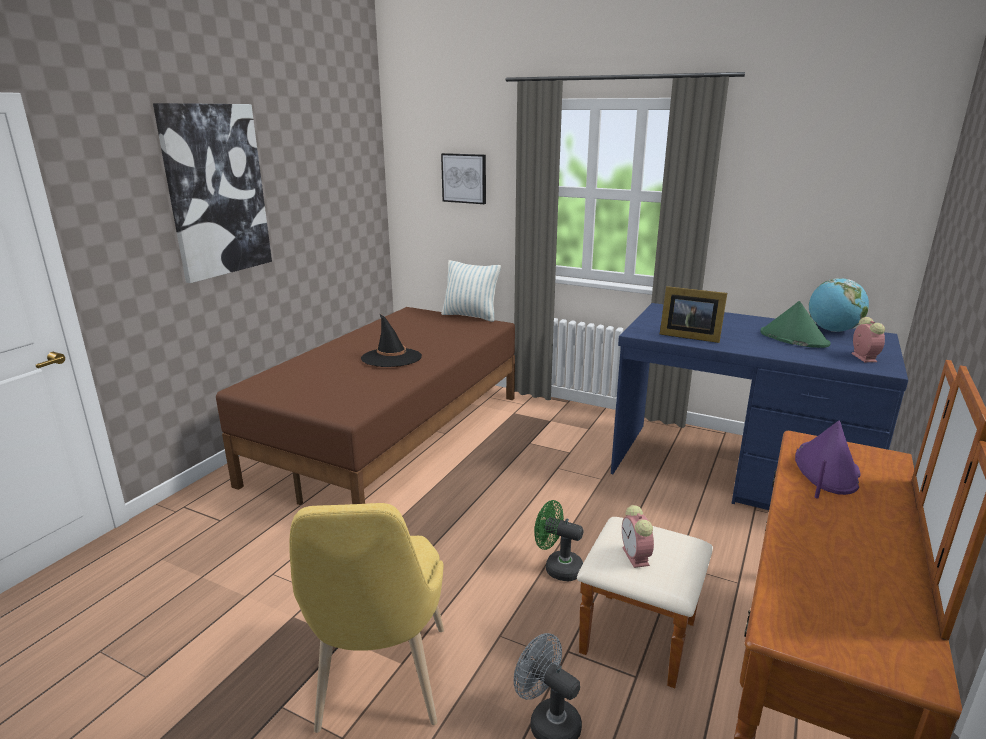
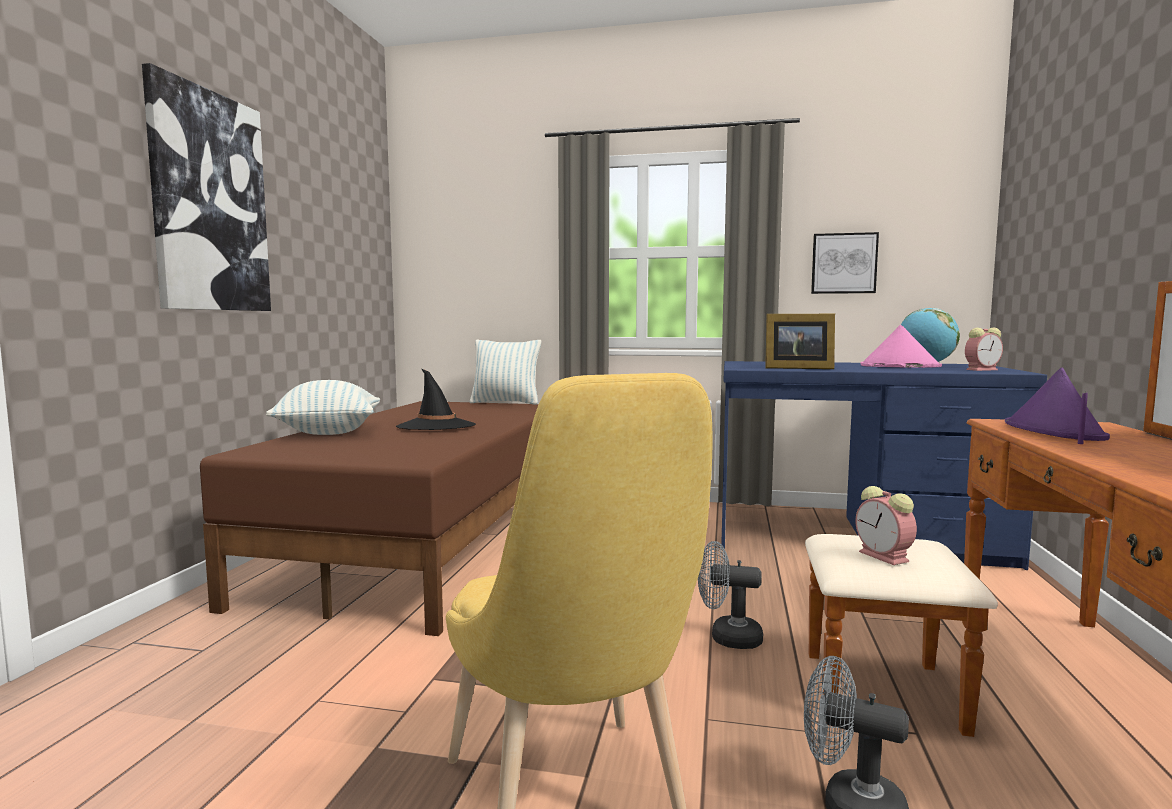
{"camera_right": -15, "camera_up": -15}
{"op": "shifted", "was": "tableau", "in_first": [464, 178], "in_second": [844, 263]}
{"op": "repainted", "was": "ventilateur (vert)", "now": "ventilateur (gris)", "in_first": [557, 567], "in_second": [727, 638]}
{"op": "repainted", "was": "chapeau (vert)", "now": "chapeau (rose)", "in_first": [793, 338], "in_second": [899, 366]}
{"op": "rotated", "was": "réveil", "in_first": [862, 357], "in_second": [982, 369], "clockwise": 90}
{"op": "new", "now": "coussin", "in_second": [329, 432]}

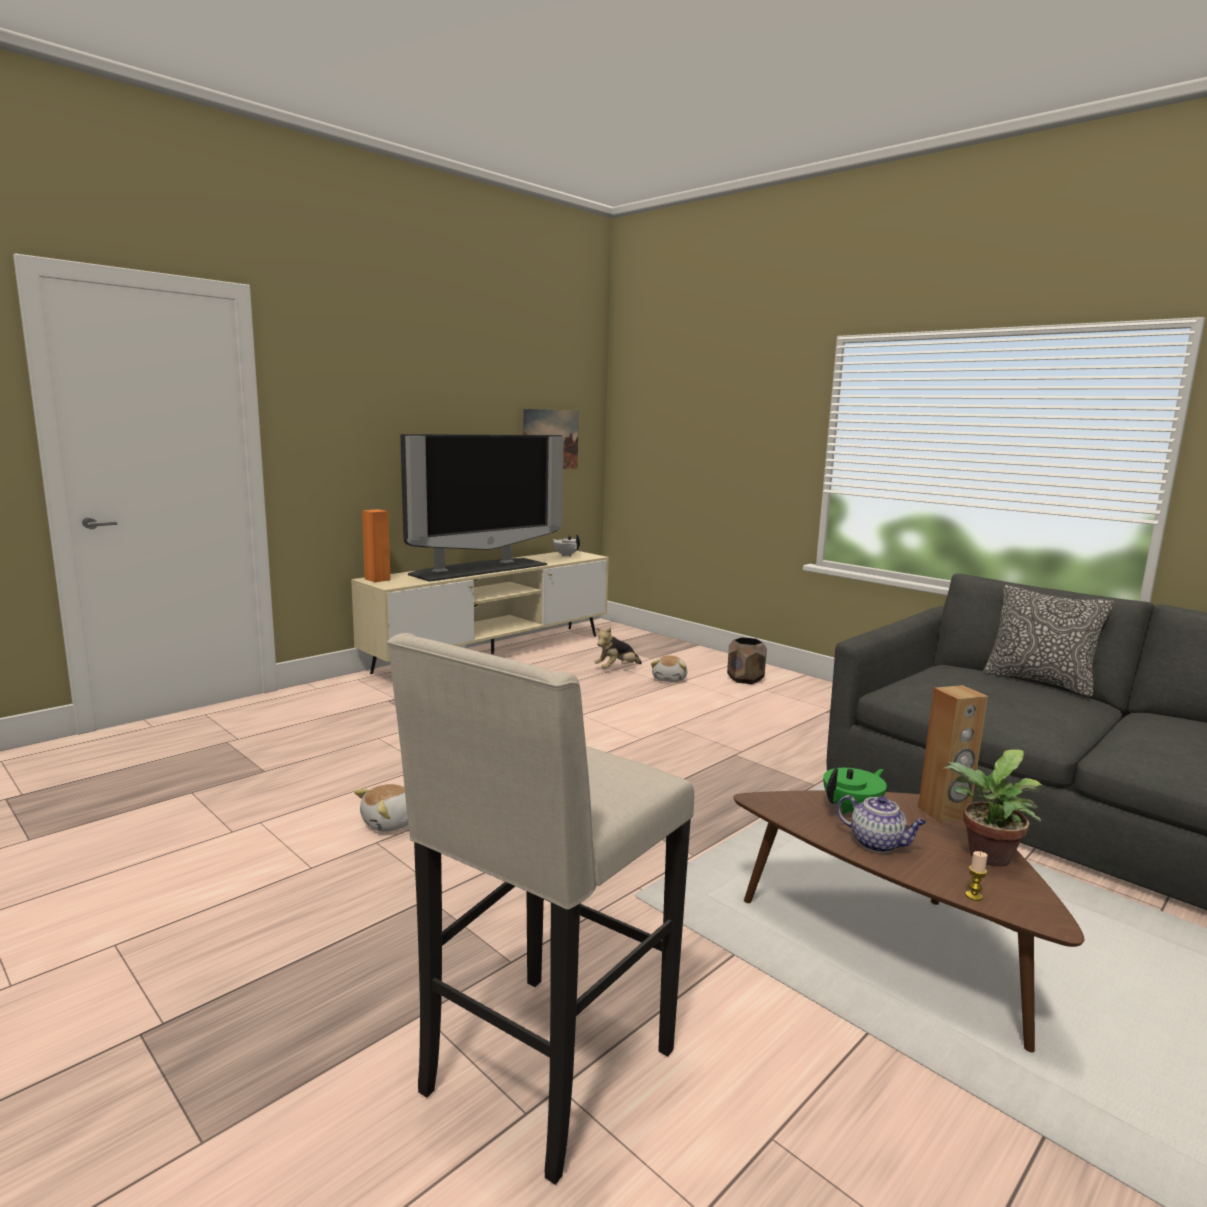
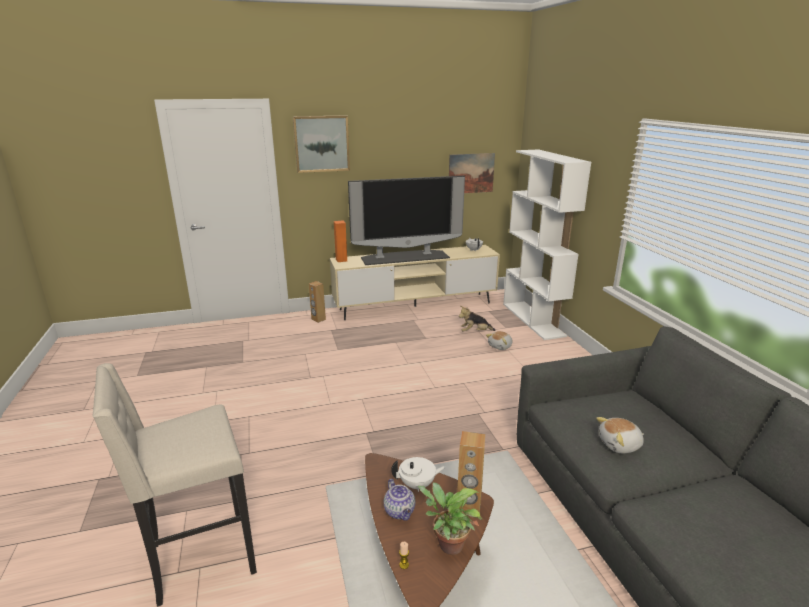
{"camera_right": 30, "camera_up": 10}
{"op": "shifted", "was": "peluche", "in_first": [392, 823], "in_second": [620, 445]}
{"op": "gone", "was": "cache-pot (marron)", "in_first": [745, 679]}
{"op": "repainted", "was": "théière (vert)", "now": "théière (blanc)", "in_first": [852, 809], "in_second": [417, 484]}
{"op": "gone", "was": "coussin", "in_first": [1038, 681]}
{"op": "new", "now": "tableau", "in_second": [321, 144]}
{"op": "new", "now": "enceinte (marron)", "in_second": [318, 319]}
{"op": "new", "now": "bibliothèque (blanc)", "in_second": [533, 319]}

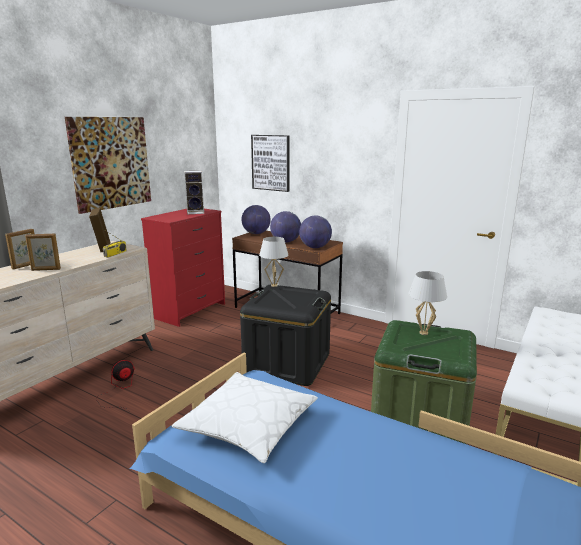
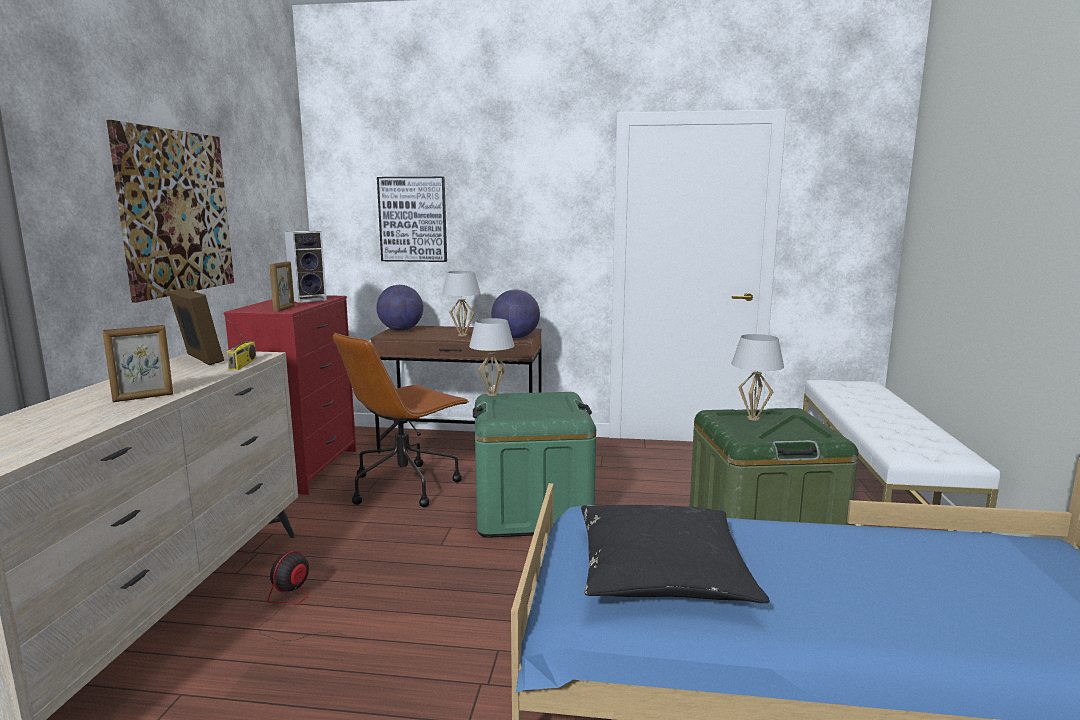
{"camera_right": -25, "camera_up": -5}
{"op": "shifted", "was": "cadre photo", "in_first": [26, 266], "in_second": [284, 309]}
{"op": "repainted", "was": "coussin (blanc)", "now": "coussin (noir)", "in_first": [249, 425], "in_second": [662, 571]}
{"op": "repainted", "was": "boîte de rangement (noir)", "now": "boîte de rangement (vert)", "in_first": [287, 363], "in_second": [532, 511]}
{"op": "swapped", "was": "globe", "now": "lampe de table (blanc)", "in_first": [285, 242], "in_second": [462, 335]}
{"op": "new", "now": "chaise de bureau (marron)", "in_second": [405, 485]}

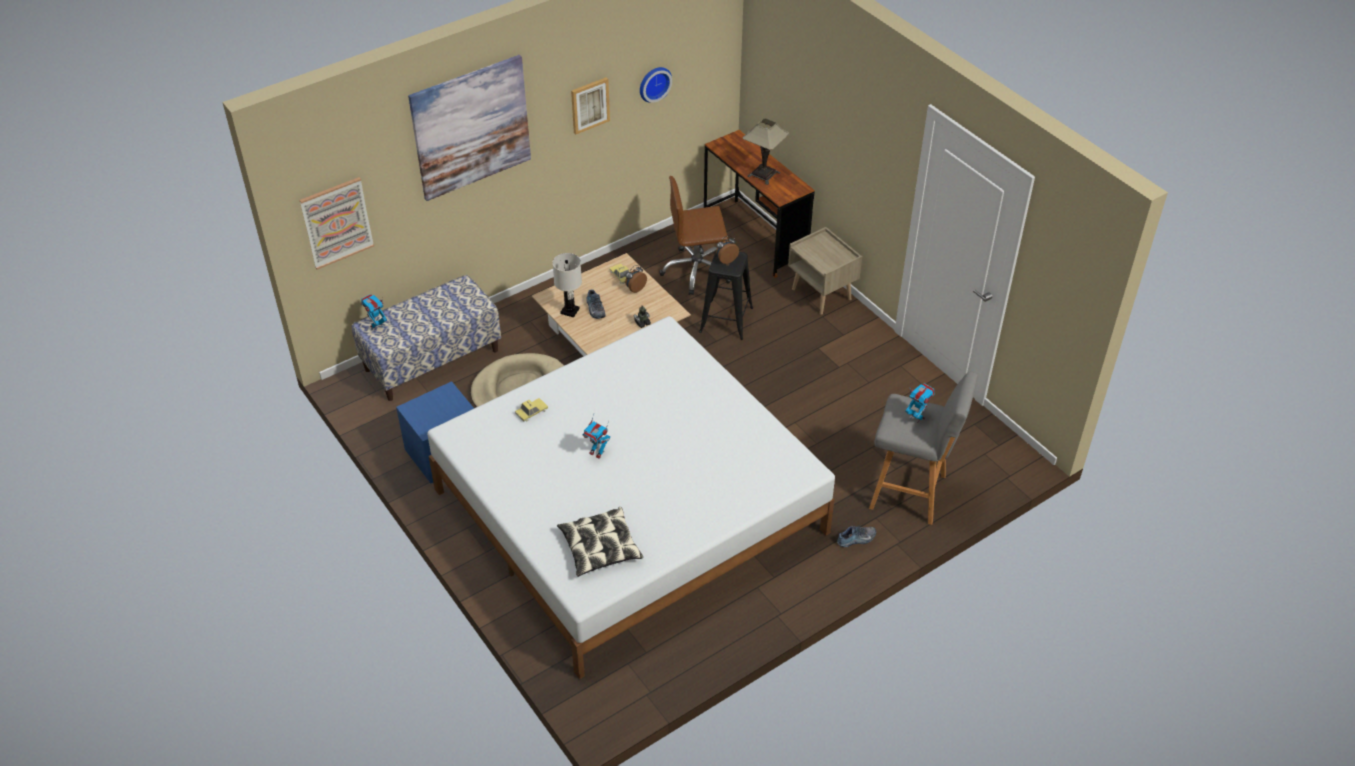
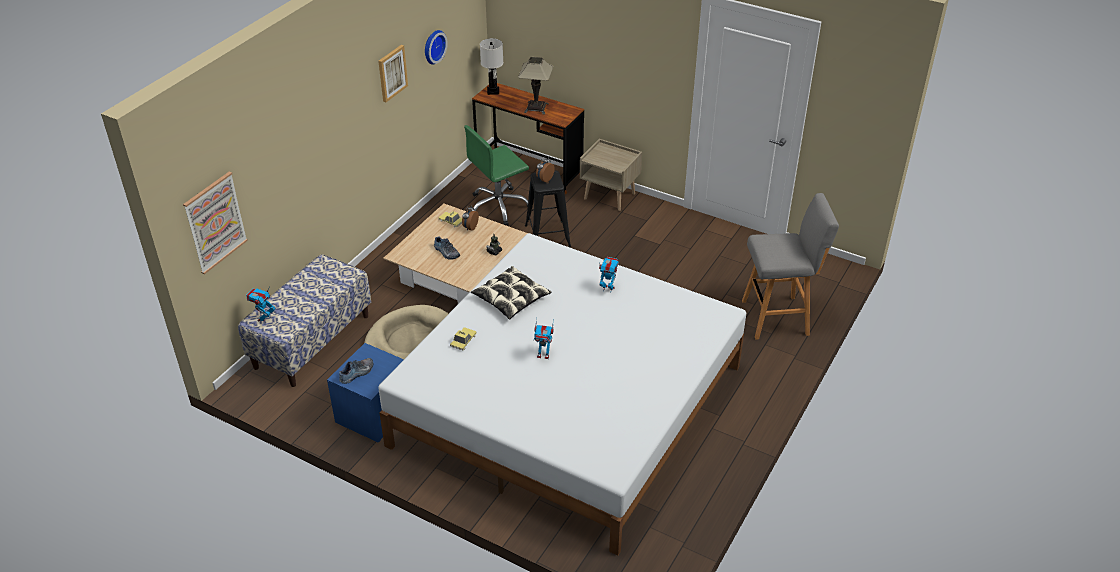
{"camera_right": -25, "camera_up": -5}
{"op": "gone", "was": "tableau", "in_first": [471, 127]}
{"op": "shifted", "was": "lampe de table (blanc)", "in_first": [569, 311], "in_second": [493, 91]}
{"op": "shifted", "was": "coussin", "in_first": [600, 548], "in_second": [511, 299]}
{"op": "repainted", "was": "chaise de bureau (marron)", "now": "chaise de bureau (vert)", "in_first": [696, 271], "in_second": [498, 207]}
{"op": "shifted", "was": "chaussure", "in_first": [856, 539], "in_second": [357, 373]}
{"op": "shifted", "was": "robot jouet", "in_first": [917, 417], "in_second": [608, 289]}

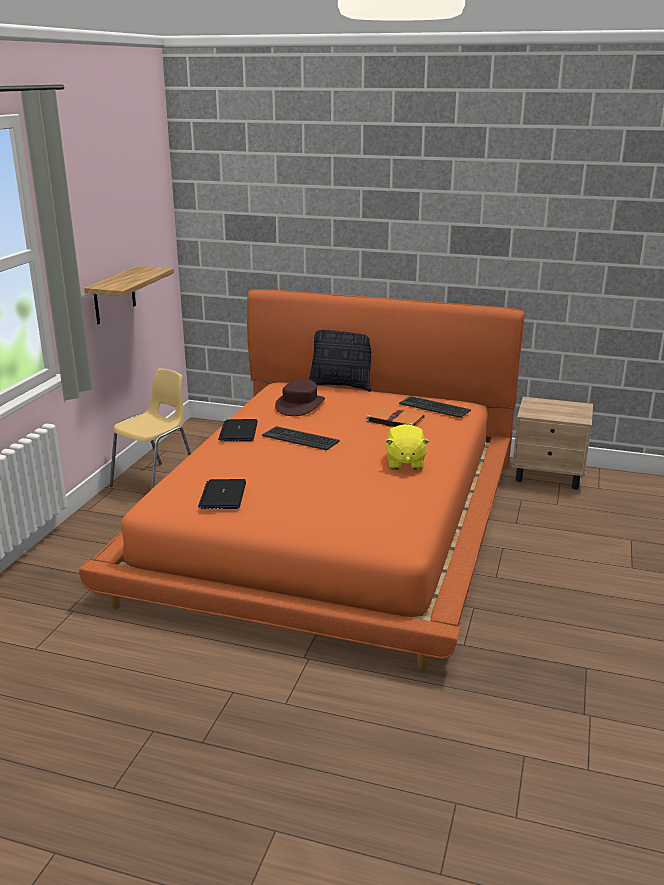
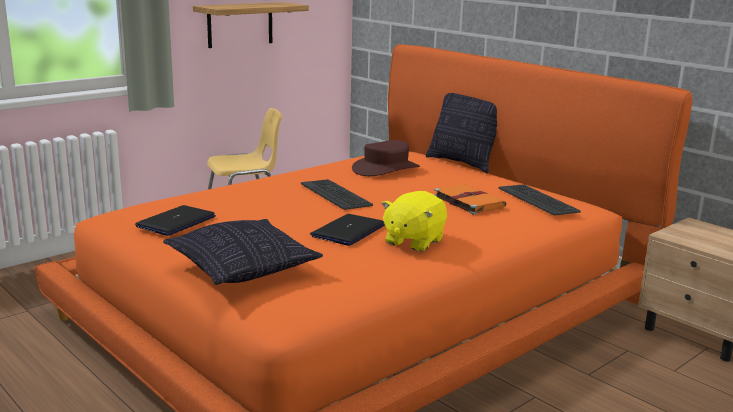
{"camera_right": 30, "camera_up": -5}
{"op": "shifted", "was": "ordinateur portable", "in_first": [238, 431], "in_second": [348, 231]}
{"op": "new", "now": "coussin", "in_second": [243, 269]}

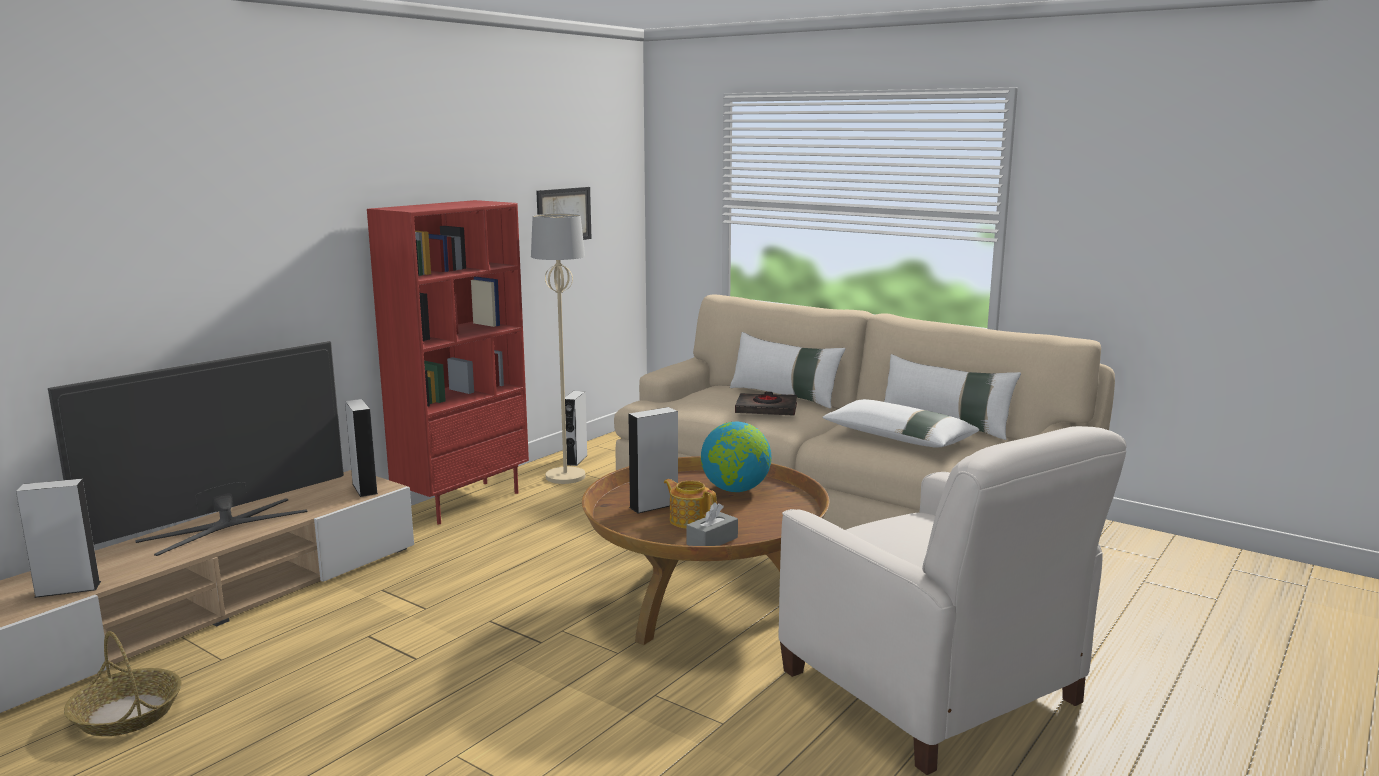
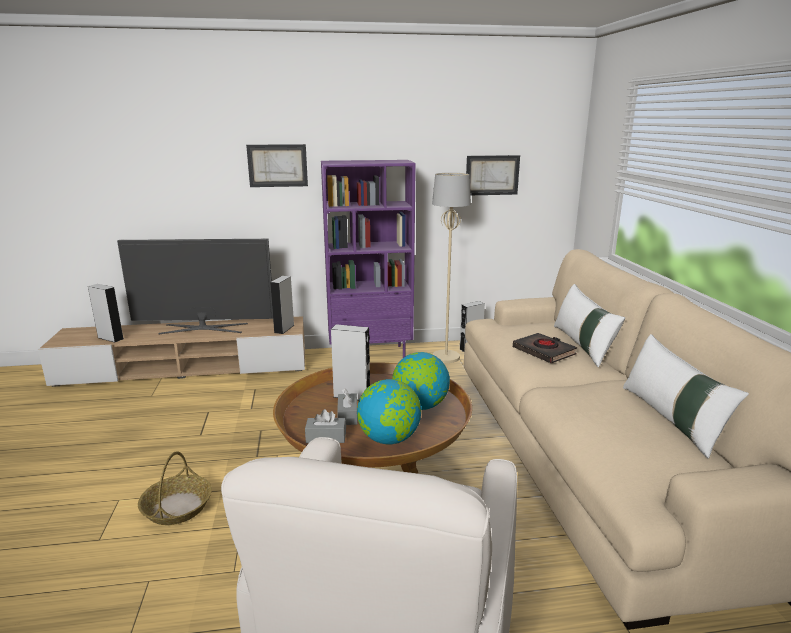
{"camera_right": 45, "camera_up": 5}
{"op": "shifted", "was": "panier", "in_first": [126, 714], "in_second": [177, 507]}
{"op": "repainted", "was": "bibliothèque (rouge)", "now": "bibliothèque (violet)", "in_first": [463, 501], "in_second": [370, 353]}
{"op": "swapped", "was": "théière", "now": "boîte à mouchoirs (gris)", "in_first": [689, 520], "in_second": [347, 415]}
{"op": "gone", "was": "coussin (blanc)", "in_first": [898, 438]}
{"op": "new", "now": "tableau", "in_second": [277, 165]}
{"op": "new", "now": "globe", "in_second": [389, 439]}

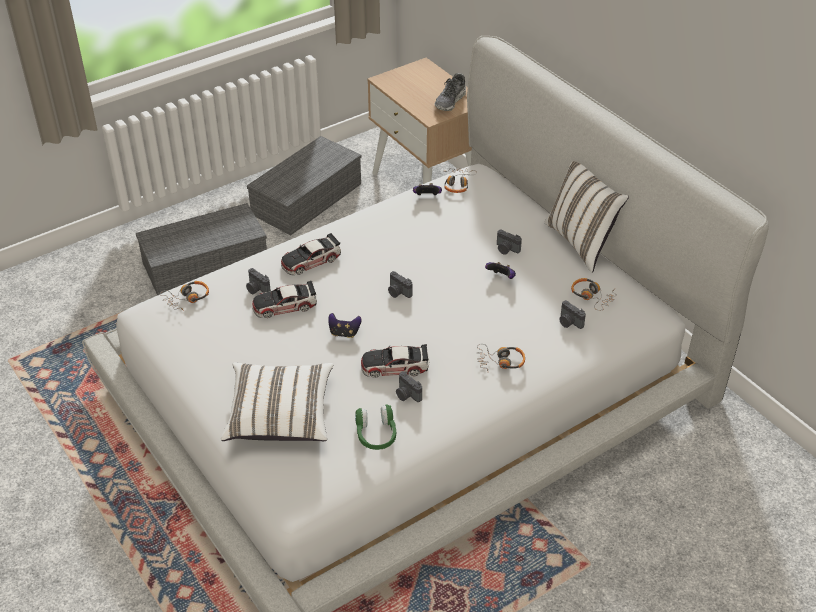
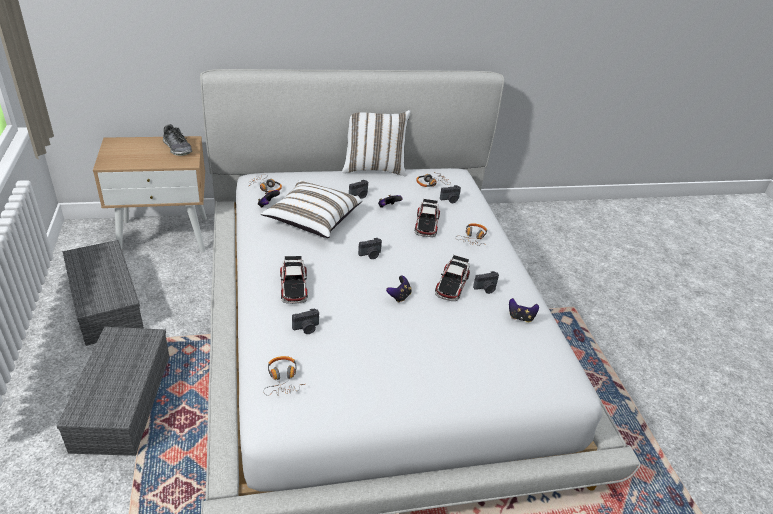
{"camera_right": -70, "camera_up": -5}
{"op": "shifted", "was": "coussin (blanc)", "in_first": [280, 415], "in_second": [312, 220]}
{"op": "shifted", "was": "petite voiture", "in_first": [284, 305], "in_second": [426, 223]}
{"op": "swapped", "was": "casque audio (vert)", "now": "manette", "in_first": [376, 435], "in_second": [520, 317]}

